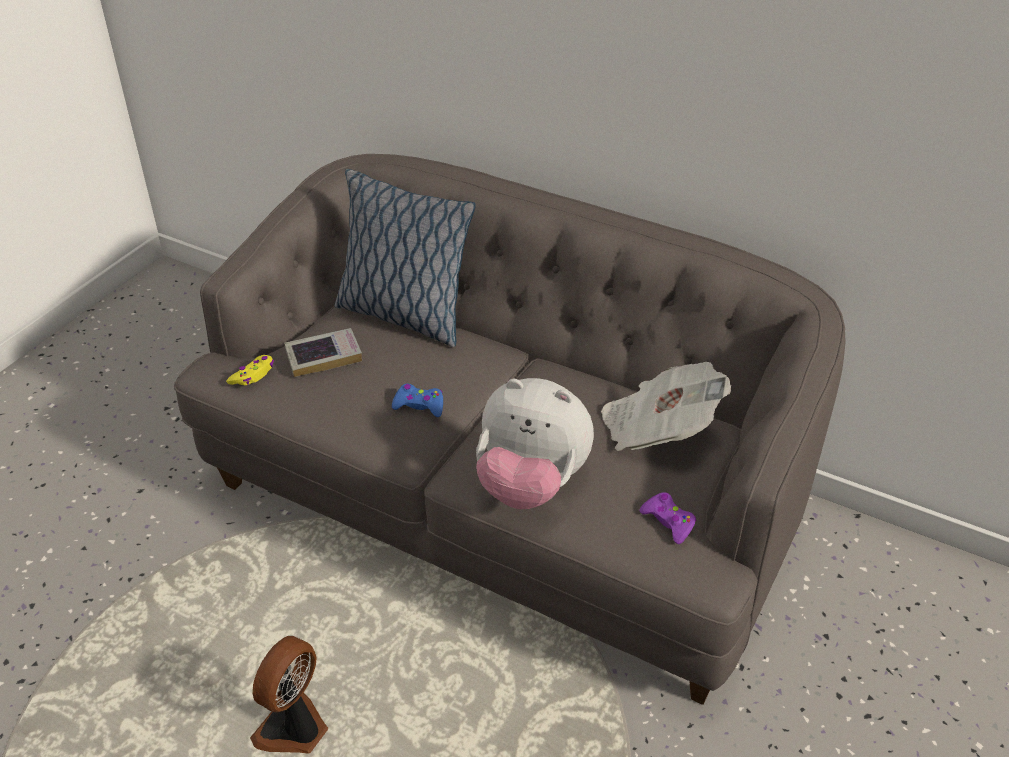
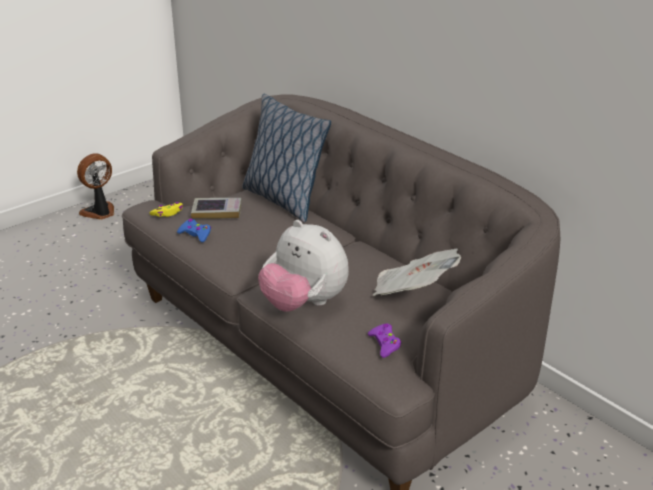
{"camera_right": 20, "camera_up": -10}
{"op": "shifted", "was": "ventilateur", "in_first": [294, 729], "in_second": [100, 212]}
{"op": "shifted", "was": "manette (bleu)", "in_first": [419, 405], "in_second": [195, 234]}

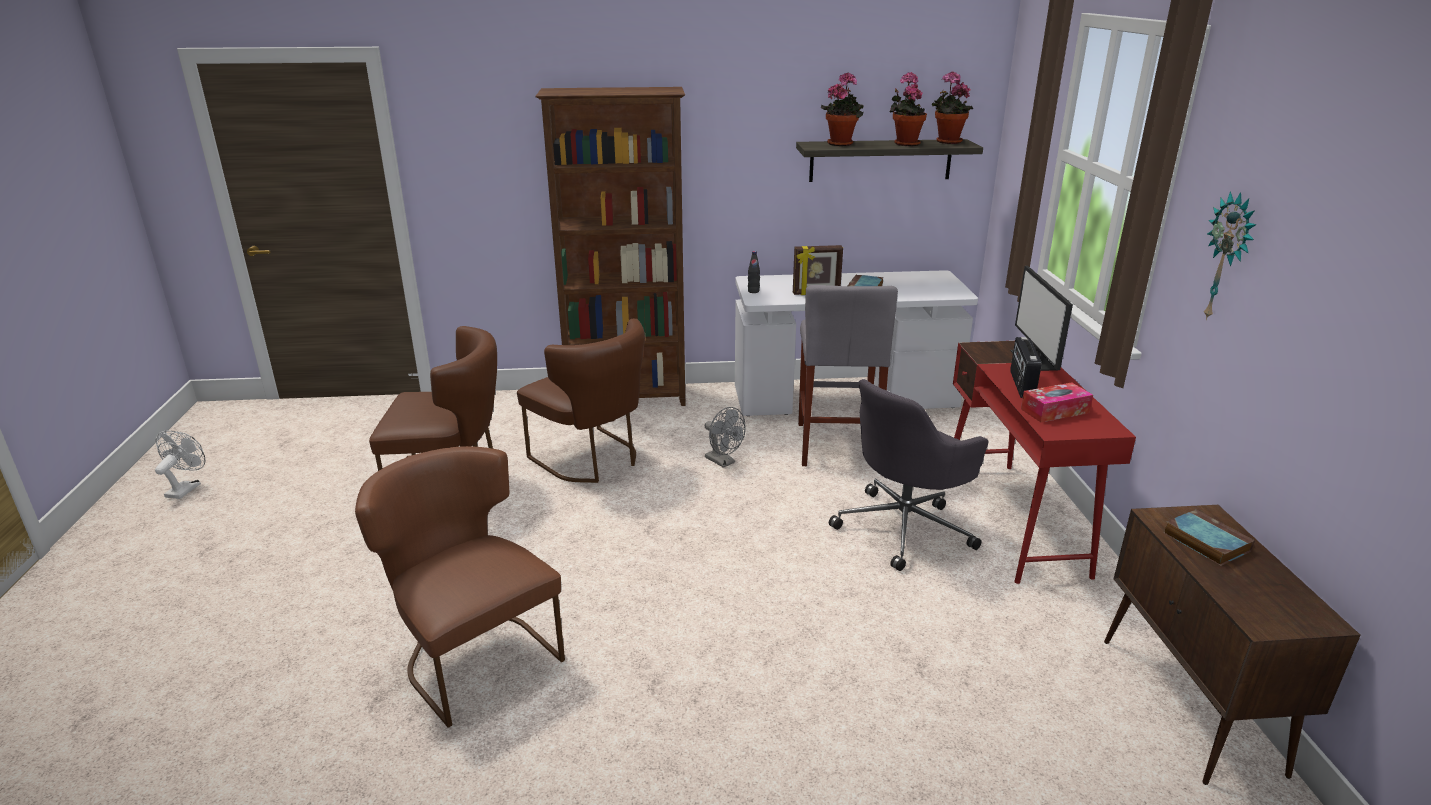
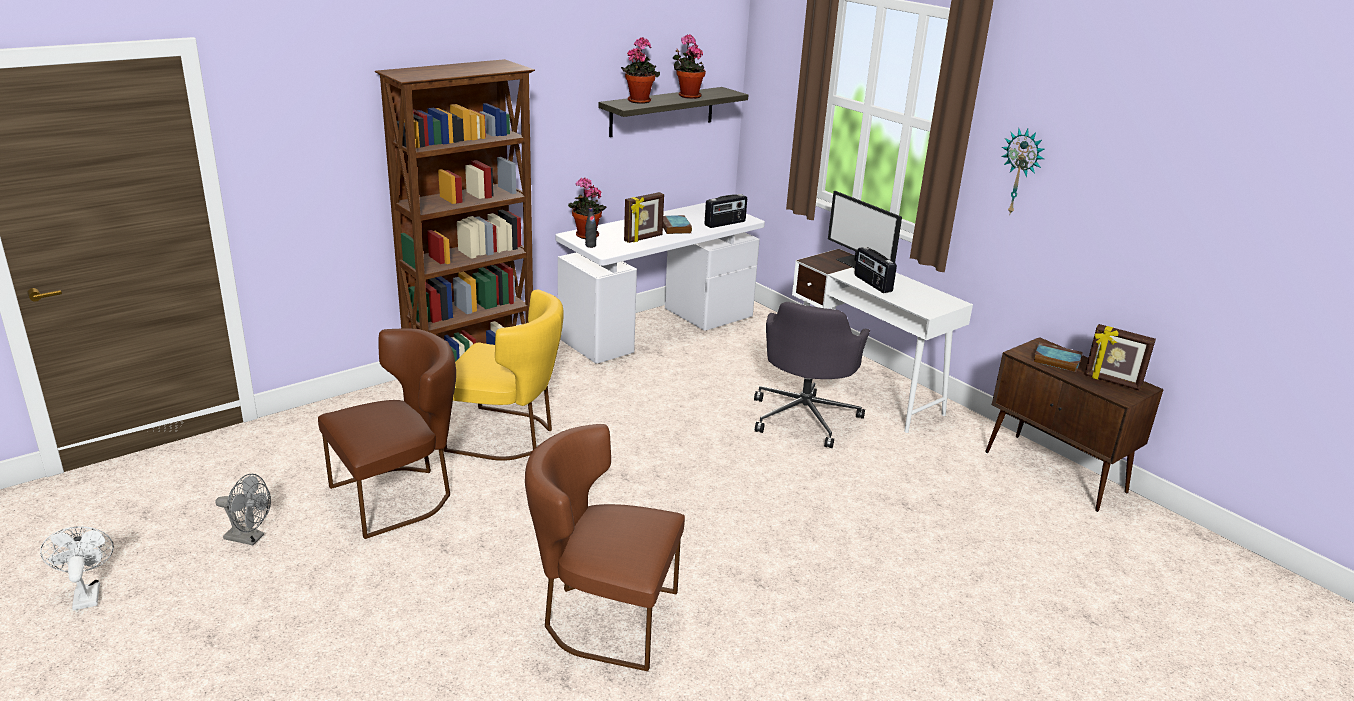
{"camera_right": -35, "camera_up": 0}
{"op": "repainted", "was": "chaise (marron)", "now": "chaise (jaune)", "in_first": [592, 460], "in_second": [507, 436]}
{"op": "shifted", "was": "ventilateur (gris)", "in_first": [723, 462], "in_second": [250, 538]}
{"op": "gone", "was": "tabouret (gris)", "in_first": [837, 444]}
{"op": "shifted", "was": "plante en pot", "in_first": [946, 142], "in_second": [585, 236]}
{"op": "repainted", "was": "bureau (rouge)", "now": "bureau (blanc)", "in_first": [1013, 519], "in_second": [865, 390]}
{"op": "gone", "was": "boîte à mouchoirs", "in_first": [1054, 411]}
{"op": "new", "now": "radio", "in_second": [725, 223]}
{"op": "new", "now": "cadre photo", "in_second": [1112, 382]}

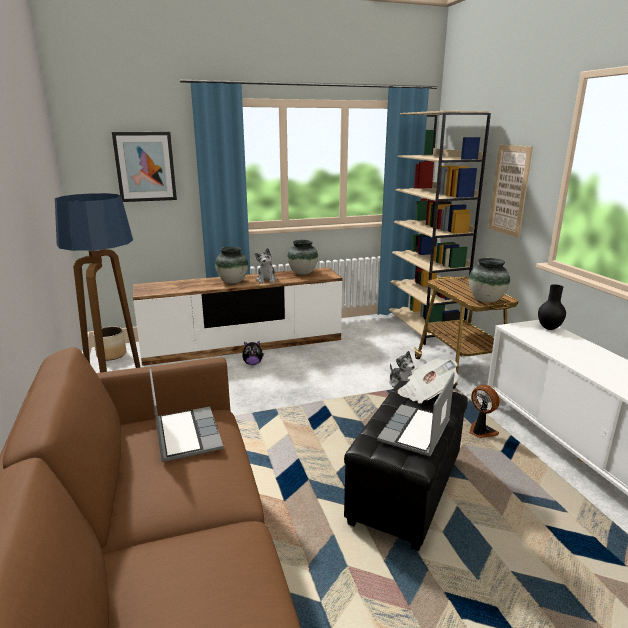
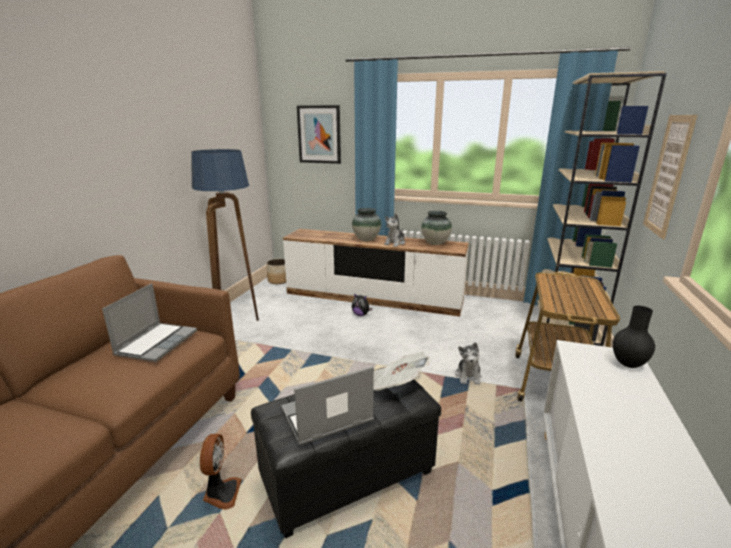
{"camera_right": 35, "camera_up": 0}
{"op": "gone", "was": "vase", "in_first": [486, 300]}
{"op": "shifted", "was": "ventilateur", "in_first": [481, 432], "in_second": [221, 494]}

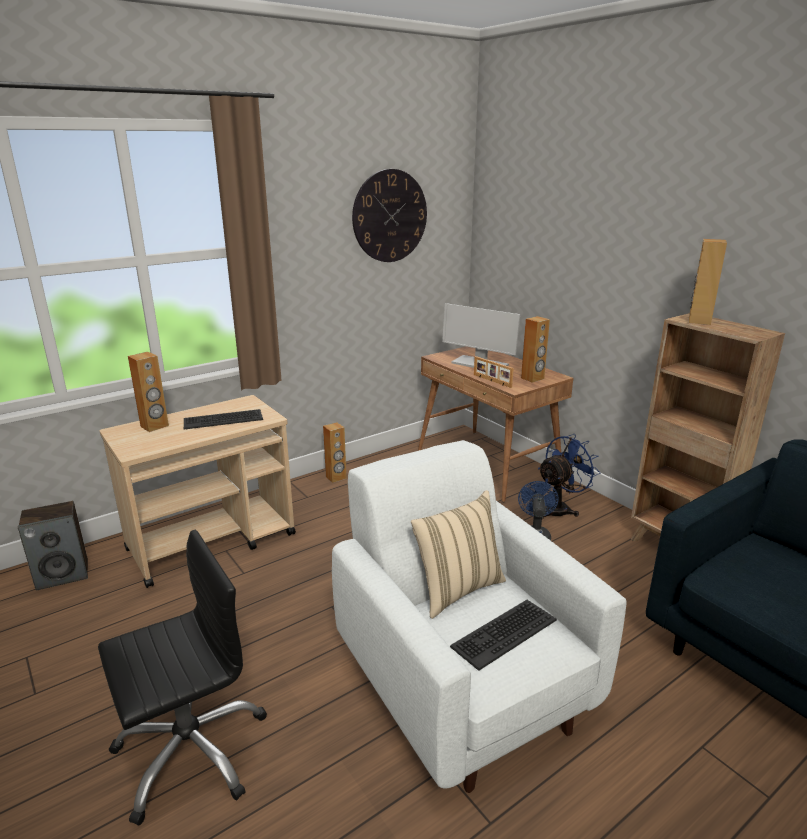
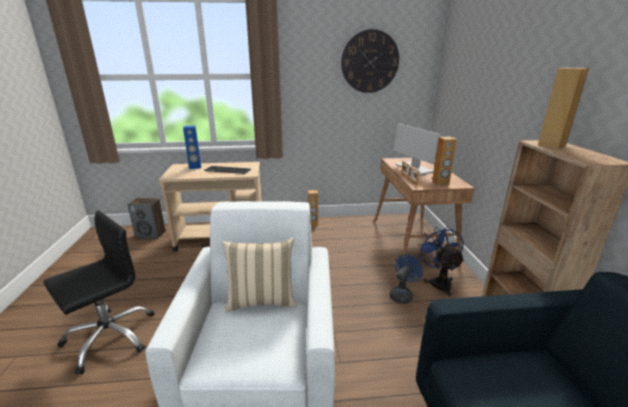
{"camera_right": 30, "camera_up": 0}
{"op": "rotated", "was": "chaise de bureau (noir)", "in_first": [191, 751], "in_second": [110, 337], "clockwise": -45}
{"op": "repainted", "was": "enceinte (marron)", "now": "enceinte (bleu)", "in_first": [154, 426], "in_second": [195, 167]}
{"op": "gone", "was": "clavier", "in_first": [503, 633]}
{"op": "rotated", "was": "ventilateur (bleu)", "in_first": [560, 508], "in_second": [438, 282], "clockwise": -90}

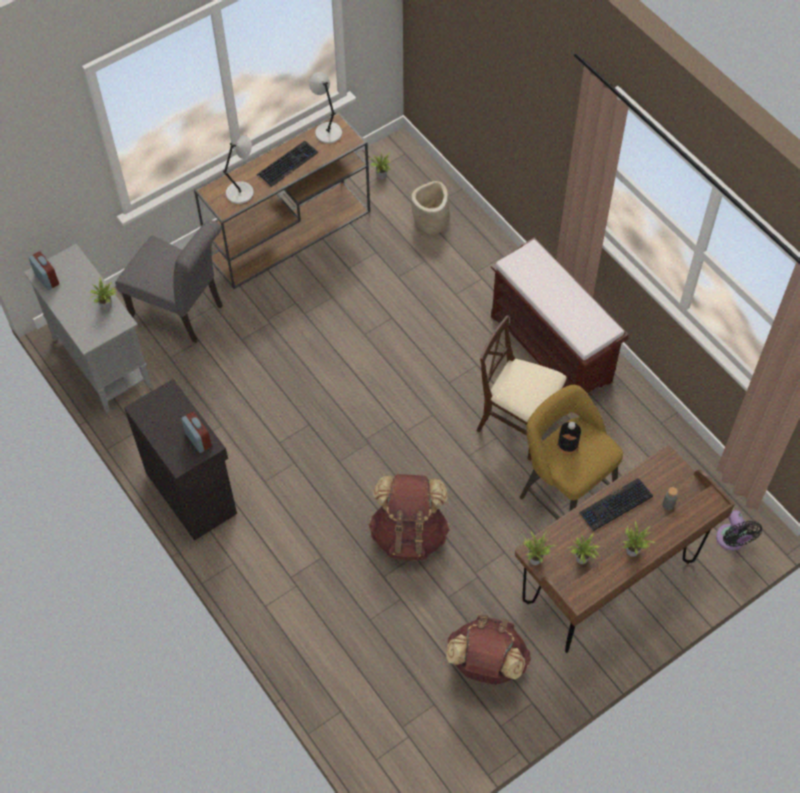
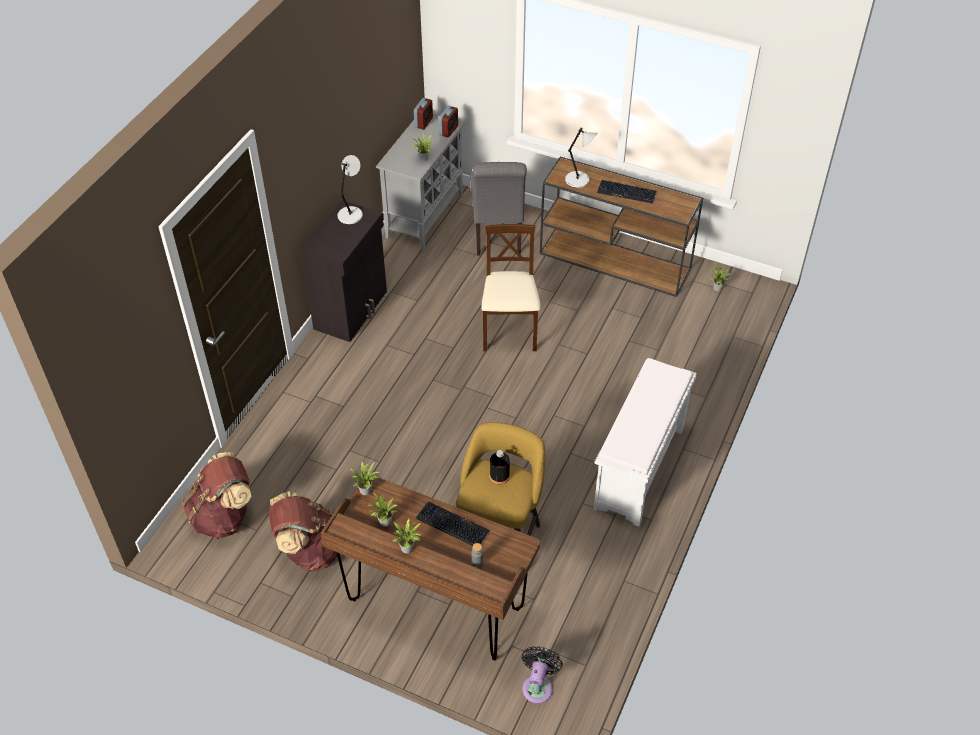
{"camera_right": 60, "camera_up": -10}
{"op": "shifted", "was": "réveil", "in_first": [198, 439], "in_second": [448, 130]}
{"op": "shifted", "was": "lampe de table (gris)", "in_first": [327, 132], "in_second": [351, 214]}
{"op": "shifted", "was": "sac à dos (marron)", "in_first": [409, 534], "in_second": [224, 516]}
{"op": "gone", "was": "cache-pot (beige)", "in_first": [431, 220]}
{"op": "shifted", "was": "chaise (beige)", "in_first": [517, 424], "in_second": [509, 332]}
{"op": "repainted", "was": "banc (marron)", "now": "banc (blanc)", "in_first": [552, 349], "in_second": [639, 470]}
{"op": "rotated", "was": "ventilateur (noir)", "in_first": [732, 540], "in_second": [538, 686], "clockwise": 150}

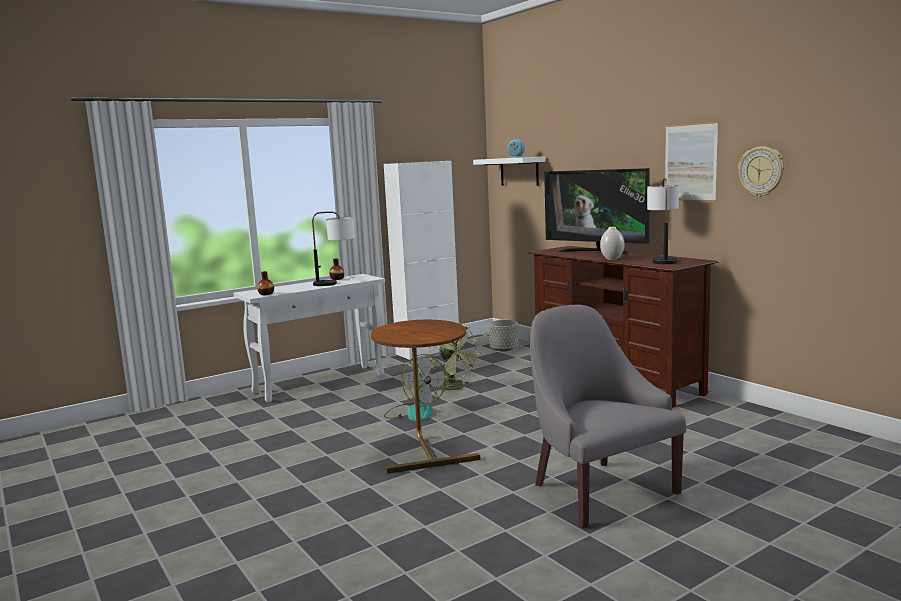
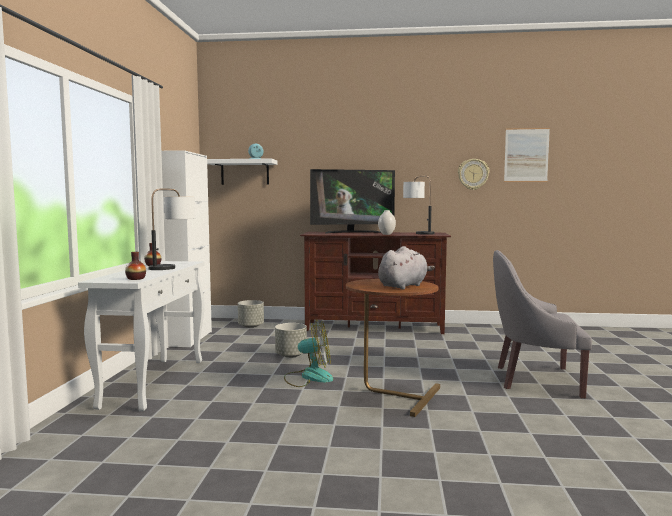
{"camera_right": -50, "camera_up": -5}
{"op": "swapped", "was": "ventilateur (vert)", "now": "cache-pot (gris)", "in_first": [455, 388], "in_second": [290, 355]}
{"op": "shifted", "was": "tableau", "in_first": [690, 162], "in_second": [526, 155]}
{"op": "new", "now": "peluche (gris)", "in_second": [403, 286]}

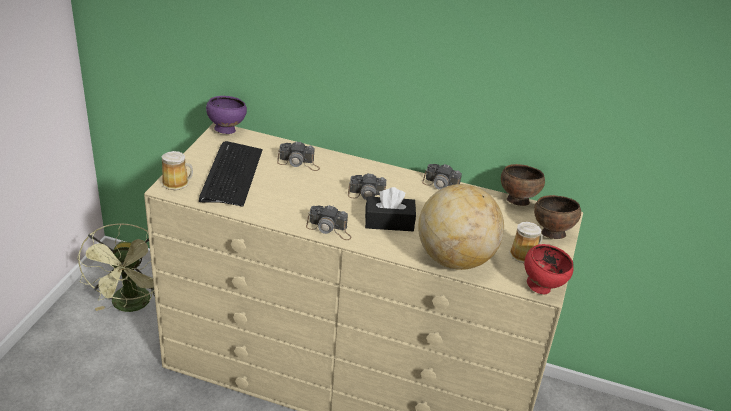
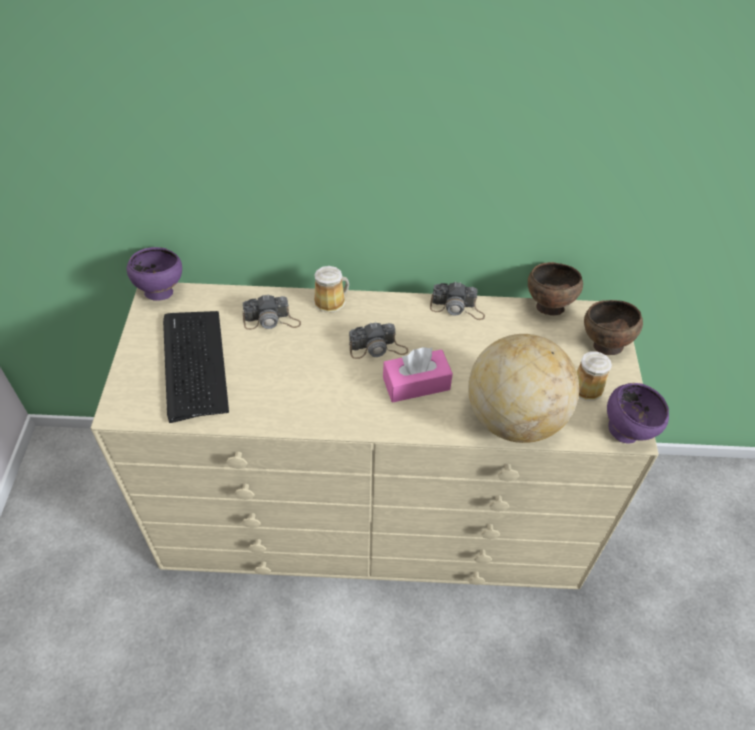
{"camera_right": -15, "camera_up": 15}
{"op": "gone", "was": "ventilateur (vert)", "in_first": [132, 306]}
{"op": "shifted", "was": "mug", "in_first": [177, 183], "in_second": [331, 301]}
{"op": "gone", "was": "appareil photo", "in_first": [329, 229]}
{"op": "repainted", "was": "boîte à mouchoirs (noir)", "now": "boîte à mouchoirs (rose)", "in_first": [389, 222], "in_second": [416, 384]}
{"op": "repainted", "was": "bol (rouge)", "now": "bol (violet)", "in_first": [542, 287], "in_second": [626, 431]}

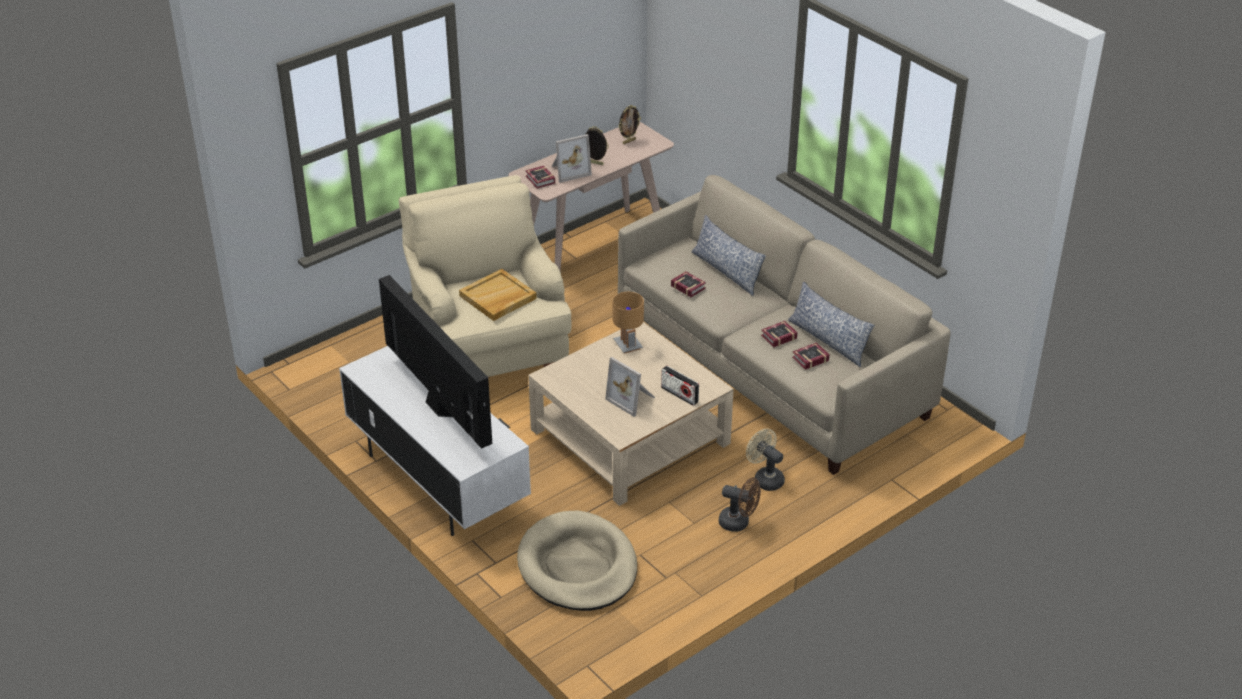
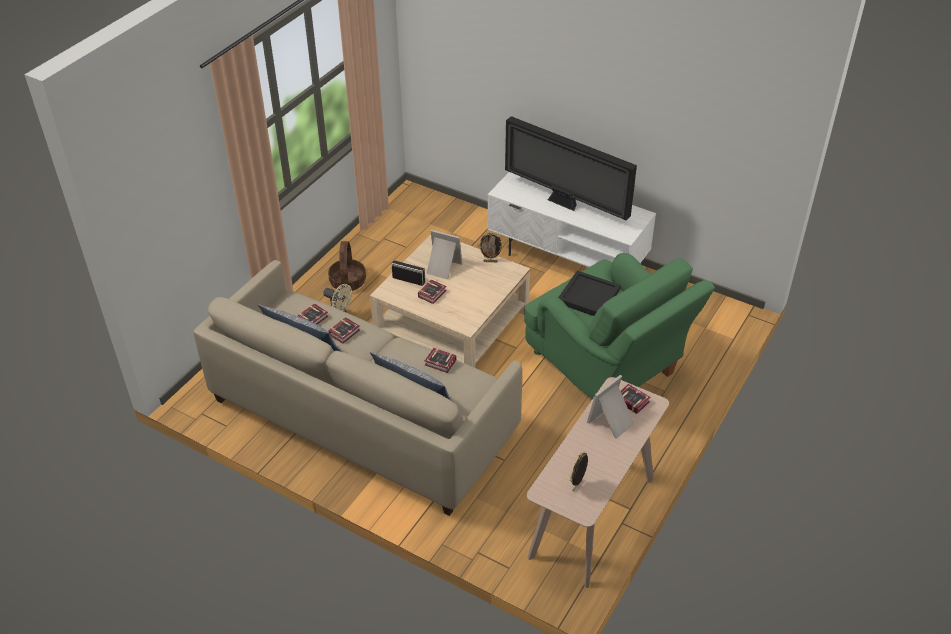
{"camera_right": 160, "camera_up": 5}
{"op": "repainted", "was": "fauteuil (beige)", "now": "fauteuil (vert)", "in_first": [489, 349], "in_second": [607, 369]}
{"op": "repainted", "was": "plateau (beige)", "now": "plateau (noir)", "in_first": [497, 298], "in_second": [588, 296]}
{"op": "gone", "was": "panier pour chien (beige)", "in_first": [577, 566]}
{"op": "shifted", "was": "cadre photo", "in_first": [595, 163], "in_second": [490, 261]}
{"op": "gone", "was": "lampe de table (marron)", "in_first": [628, 345]}
{"op": "swapped", "was": "ventilateur (marron)", "now": "panier", "in_first": [739, 523], "in_second": [348, 282]}
{"op": "new", "now": "livre", "in_second": [433, 293]}

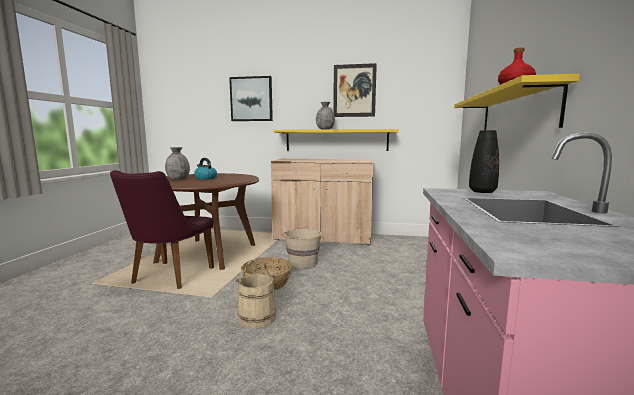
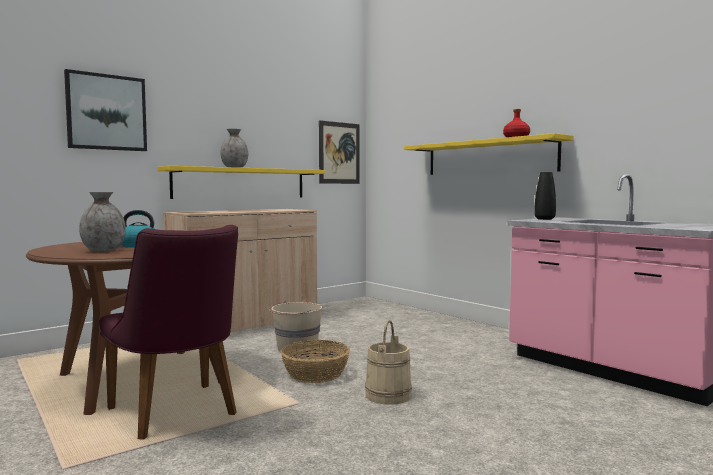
{"camera_right": -50, "camera_up": -5}
{"op": "shifted", "was": "tableau", "in_first": [354, 90], "in_second": [339, 153]}

